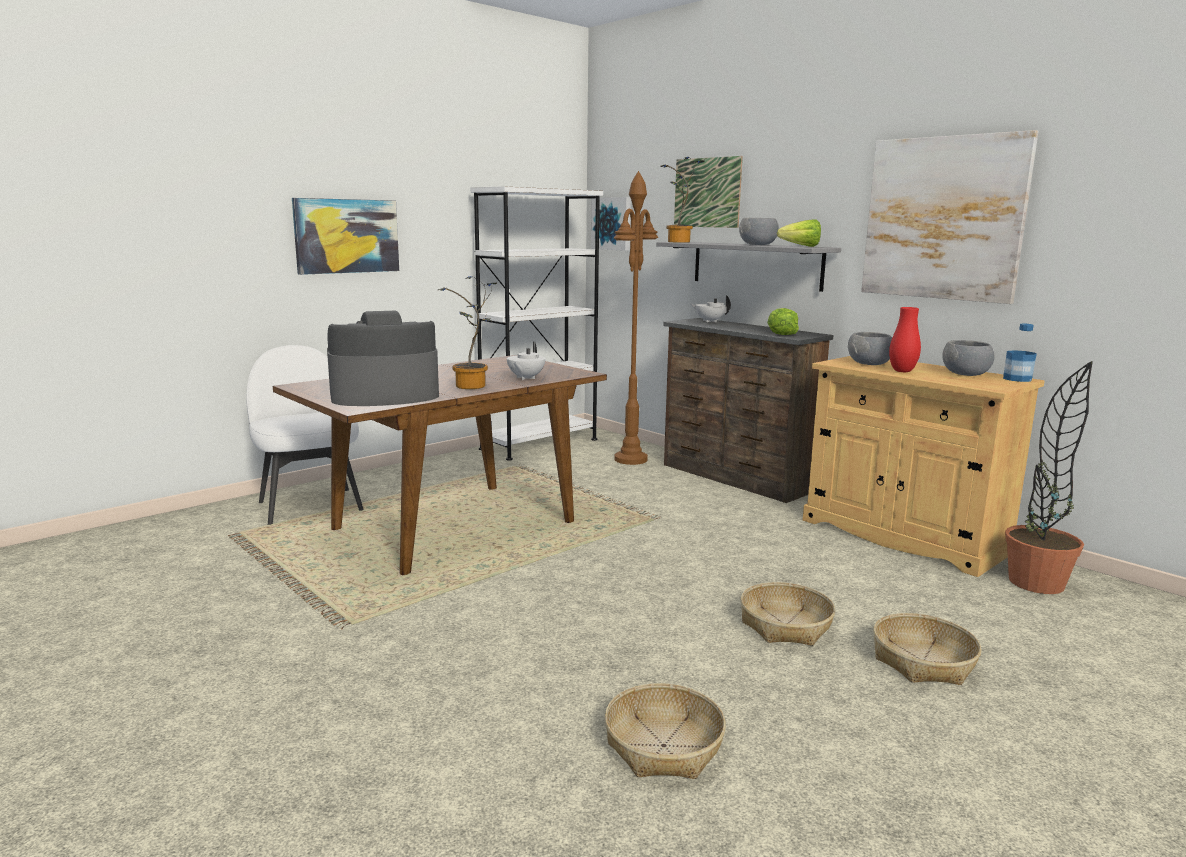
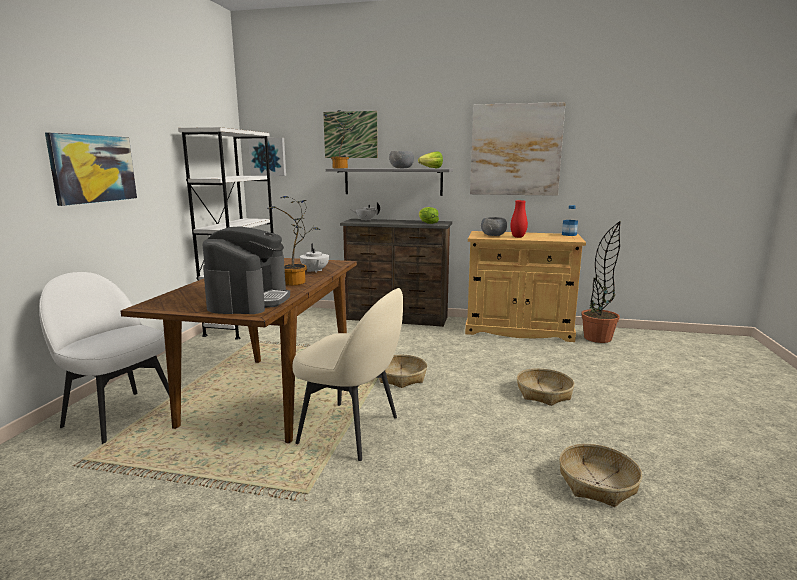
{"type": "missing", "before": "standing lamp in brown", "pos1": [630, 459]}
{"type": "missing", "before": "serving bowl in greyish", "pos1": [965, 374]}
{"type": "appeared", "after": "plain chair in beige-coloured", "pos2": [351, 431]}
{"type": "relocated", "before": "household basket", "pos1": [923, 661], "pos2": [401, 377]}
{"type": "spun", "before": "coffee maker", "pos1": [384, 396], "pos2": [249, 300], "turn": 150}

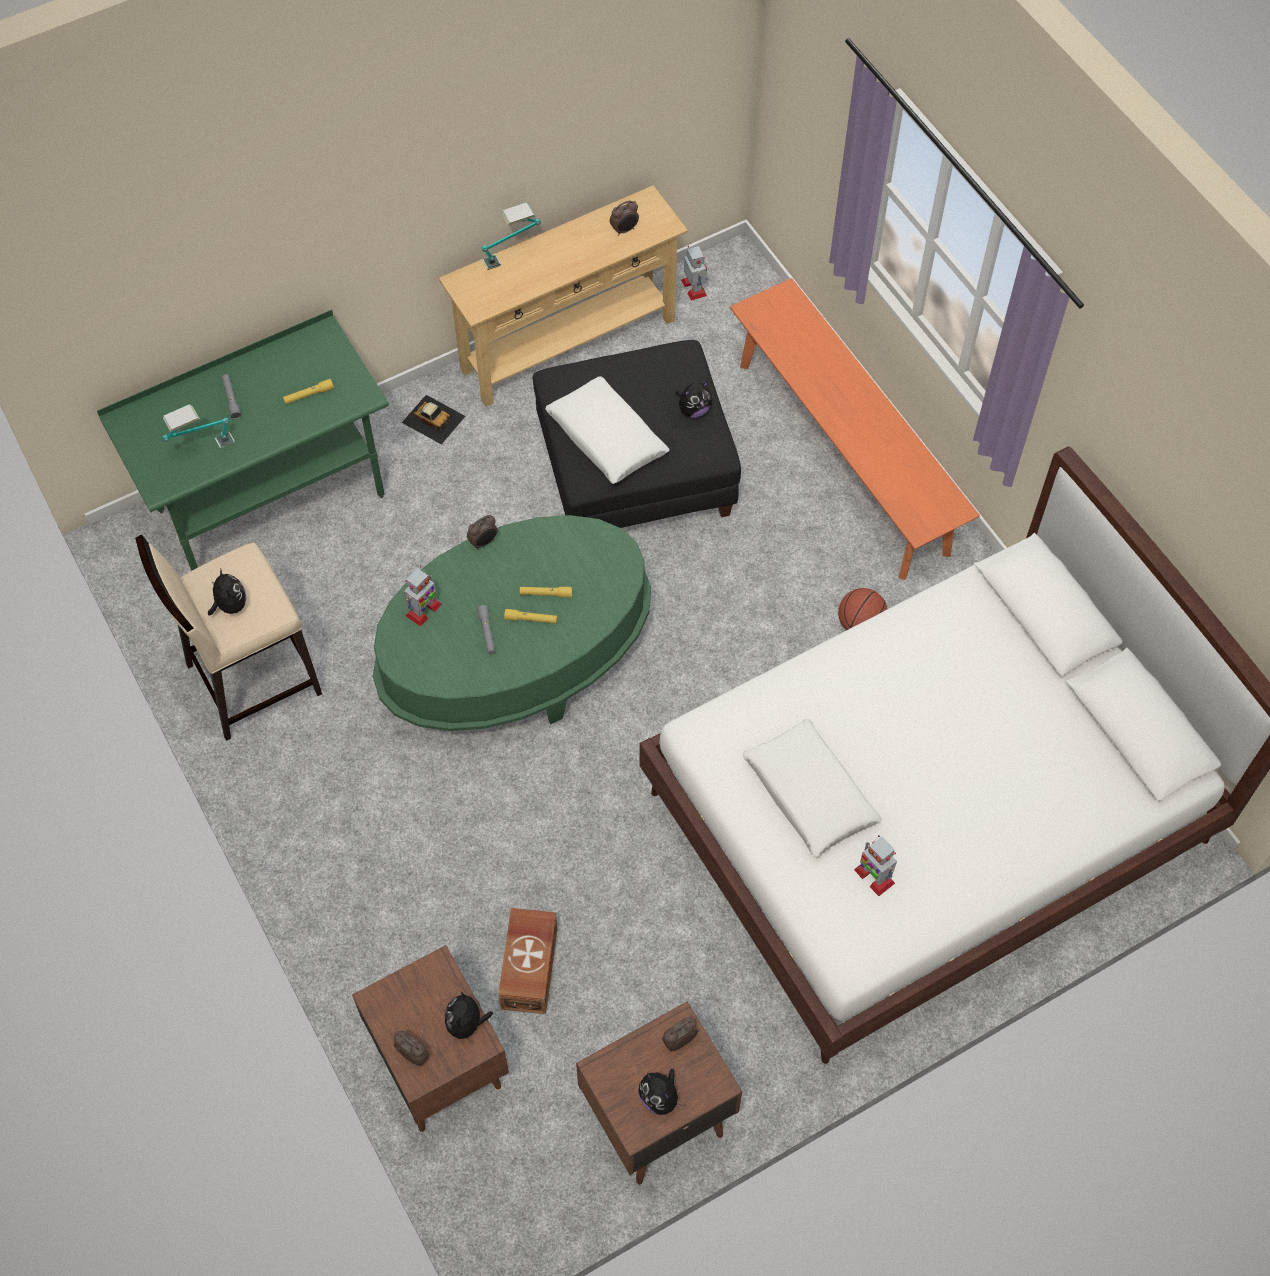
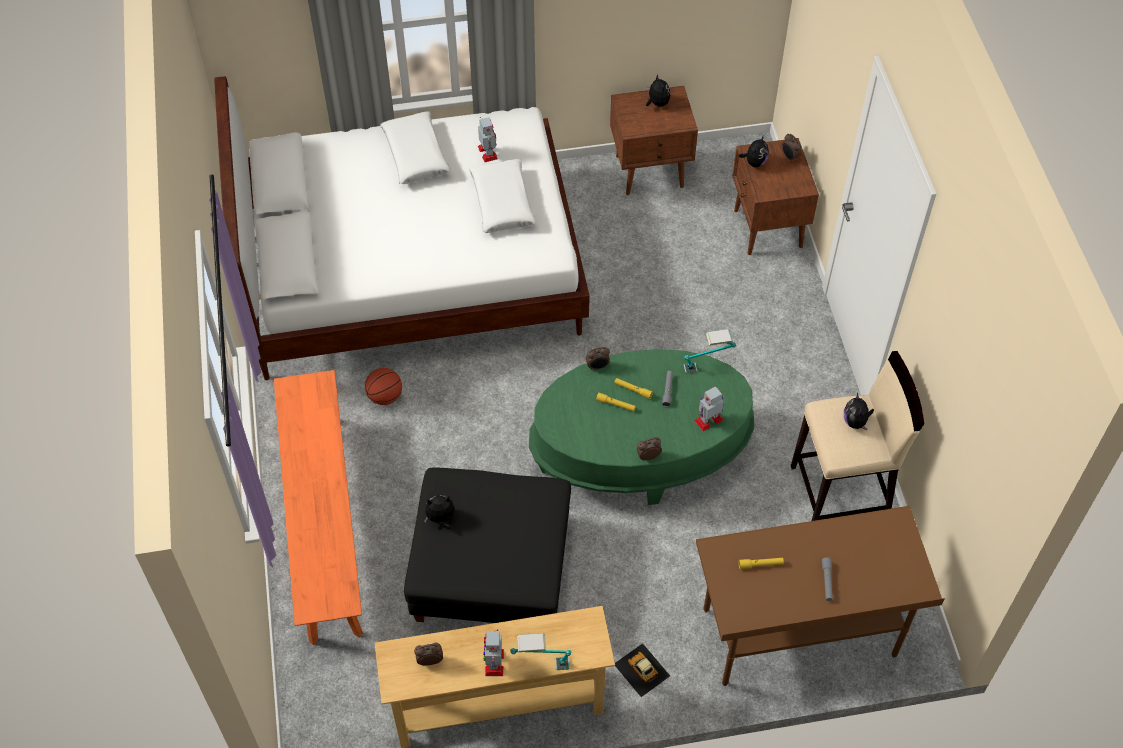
{"type": "missing", "before": "storage container in brown", "pos1": [531, 967]}
{"type": "relocated", "before": "lamp for a table", "pos1": [203, 450], "pos2": [707, 366]}
{"type": "relocated", "before": "pillow in white-coloured", "pos1": [606, 438], "pos2": [416, 154]}
{"type": "relocated", "before": "bedside clock", "pos1": [678, 1040], "pos2": [597, 367]}
{"type": "relocated", "before": "robot figure", "pos1": [694, 288], "pos2": [494, 662]}
{"type": "colour", "before": "desk table in greenish", "after": "desk table in brown", "pos1": [271, 503], "pos2": [799, 634]}

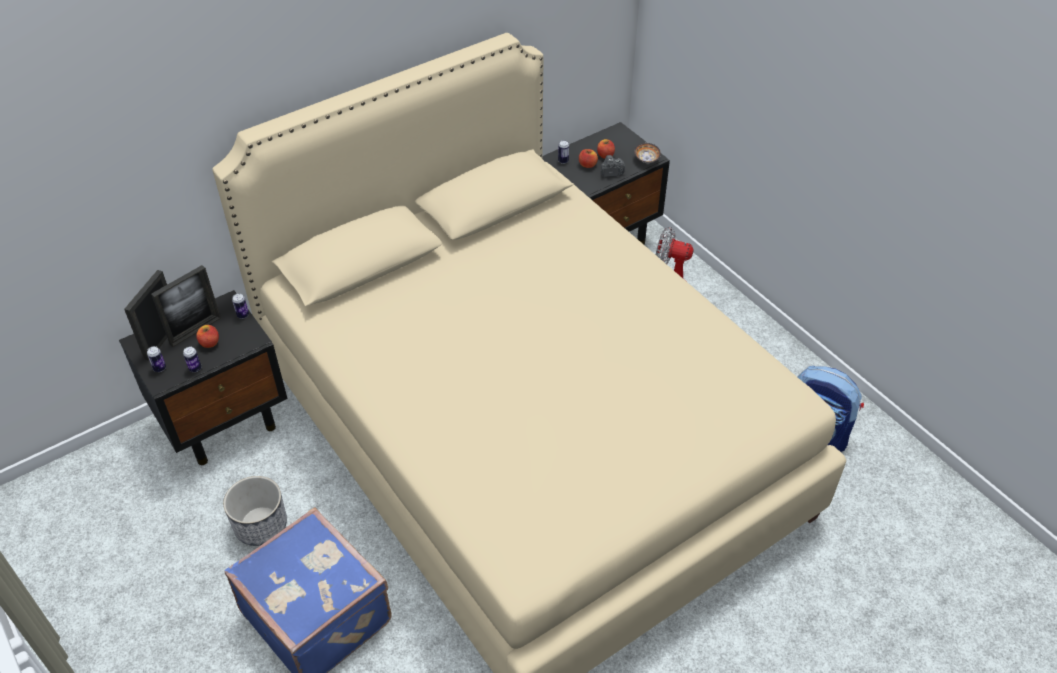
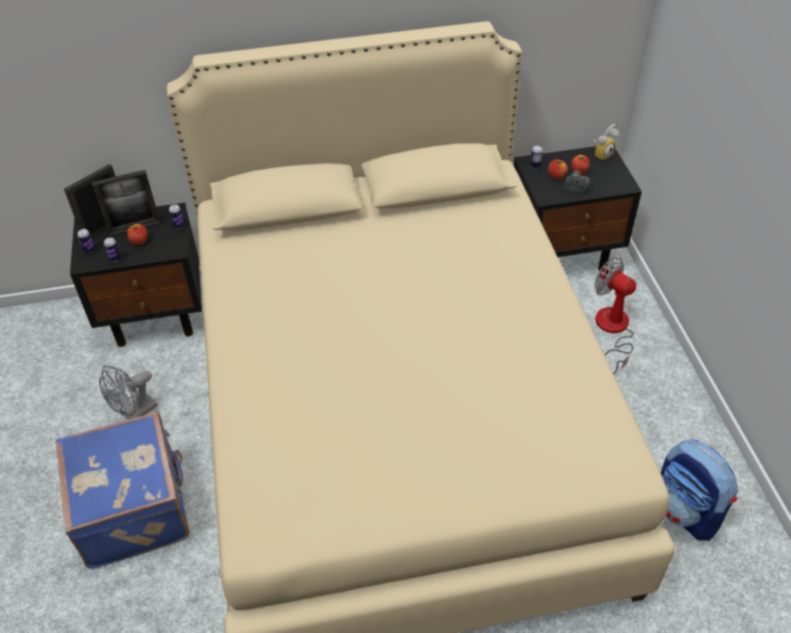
{"type": "missing", "before": "serving bowl", "pos1": [647, 159]}
{"type": "appeared", "after": "bedside clock", "pos2": [601, 154]}
{"type": "exchanged", "before": "flower pot", "after": "cooling fan in greyish", "pos1": [261, 525], "pos2": [135, 413]}

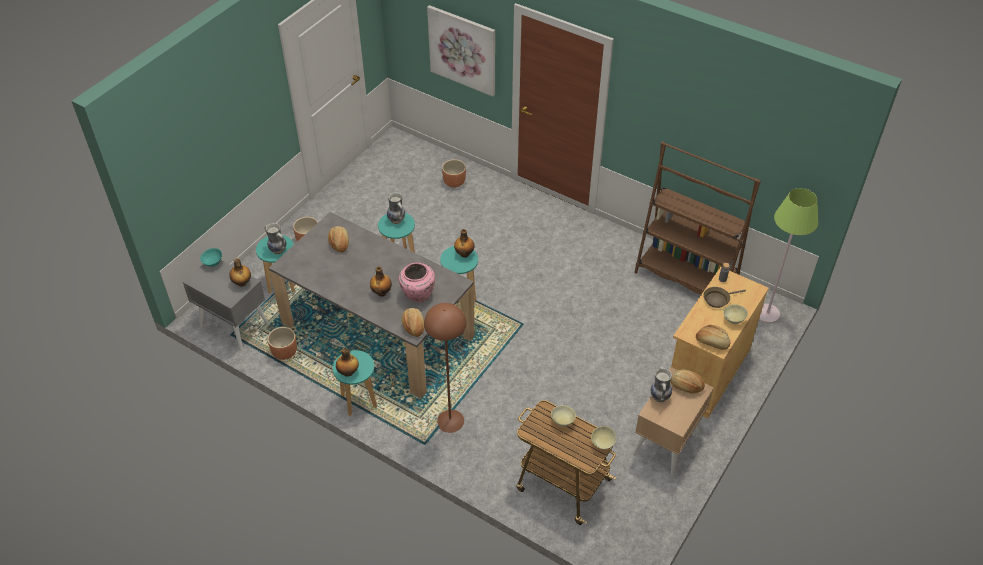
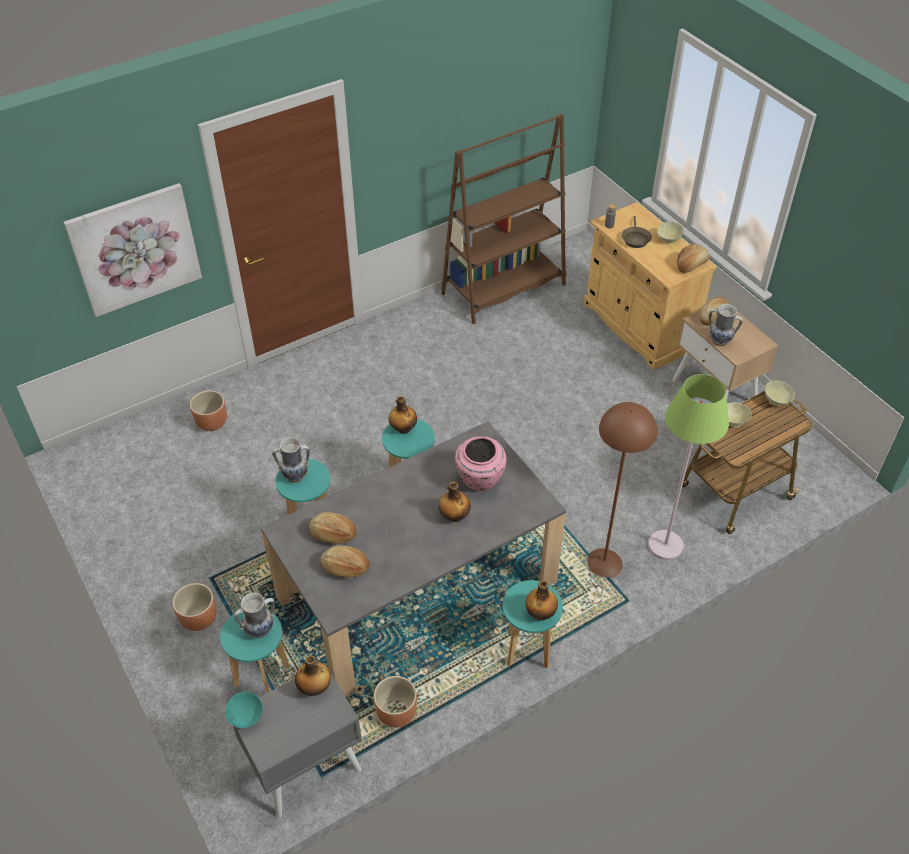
{"type": "relocated", "before": "bread", "pos1": [414, 326], "pos2": [345, 567]}
{"type": "relocated", "before": "standing lamp in greenish", "pos1": [767, 314], "pos2": [665, 545]}

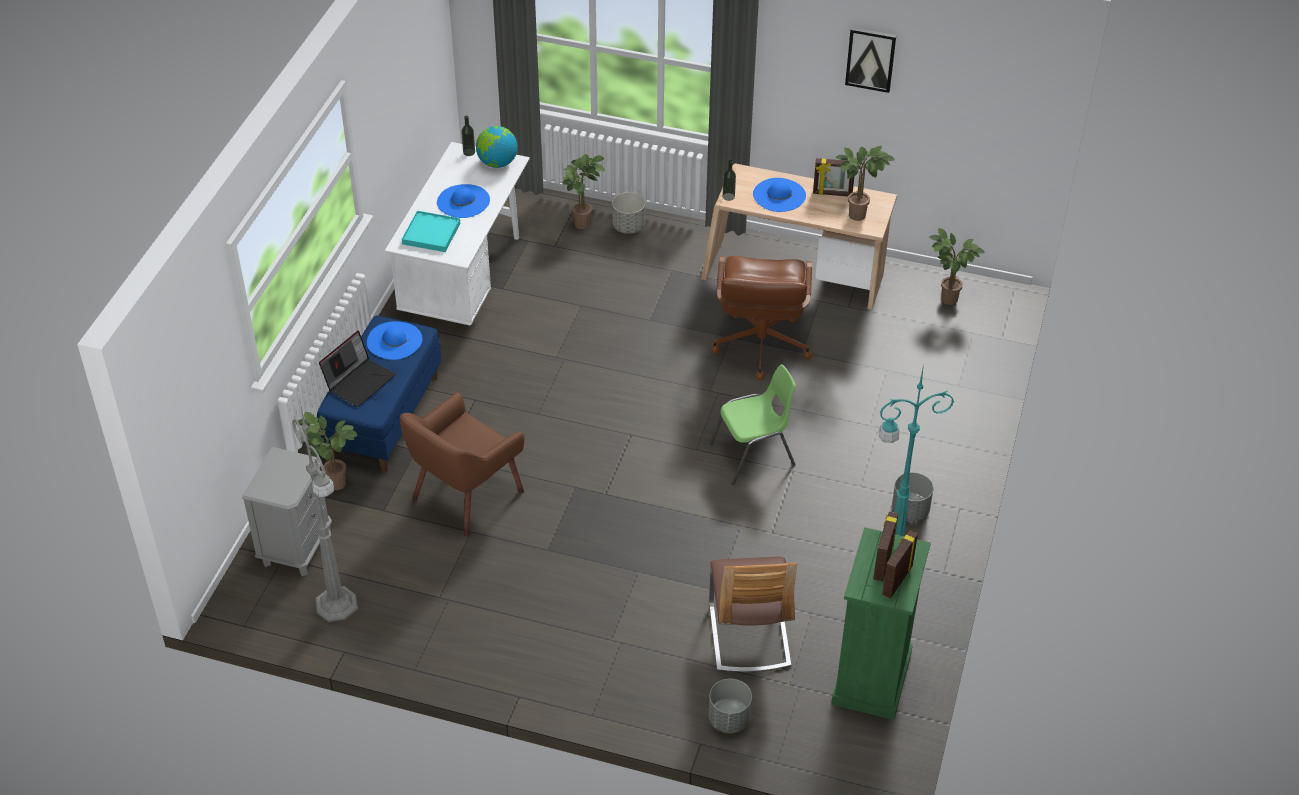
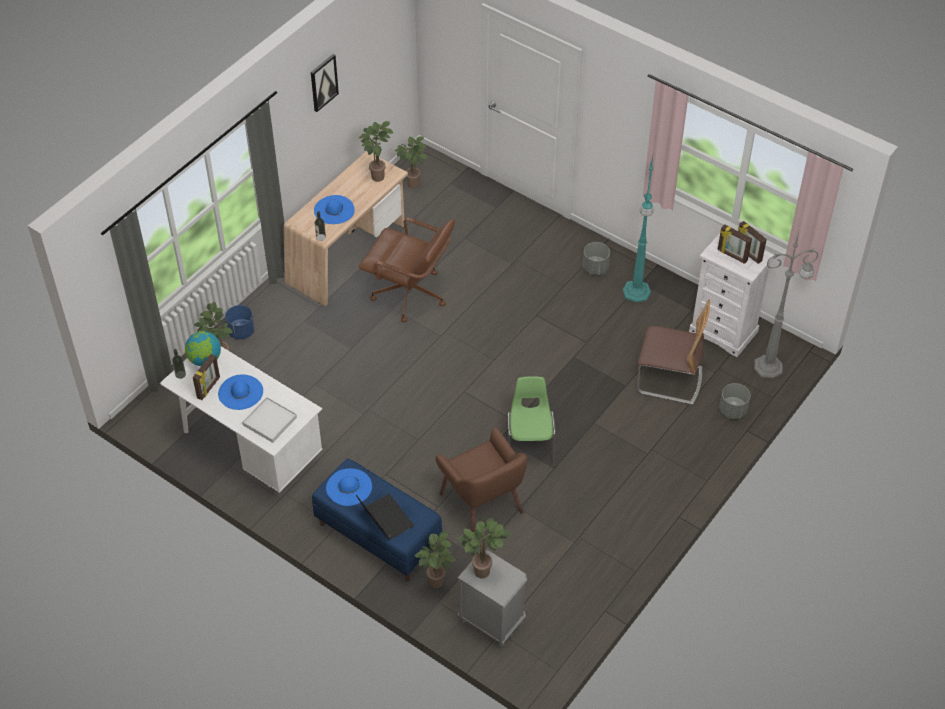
{"type": "appeared", "after": "houseplant", "pos2": [484, 570]}
{"type": "relocated", "before": "standing lamp in greyish", "pos1": [337, 606], "pos2": [770, 367]}
{"type": "relocated", "before": "plain chair in greenish", "pos1": [754, 455], "pos2": [530, 445]}
{"type": "relocated", "before": "photo frame", "pos1": [832, 194], "pos2": [209, 388]}
{"type": "colour", "before": "serving tray in turquoise-coloured", "after": "serving tray in white-coloured", "pos1": [431, 234], "pos2": [270, 421]}
{"type": "colour", "before": "flower pot in greyish", "after": "flower pot in blue-coloured", "pos1": [628, 226], "pos2": [241, 332]}
{"type": "colour", "before": "drawer chest in greenish", "after": "drawer chest in white-coloured", "pos1": [872, 679], "pos2": [723, 331]}

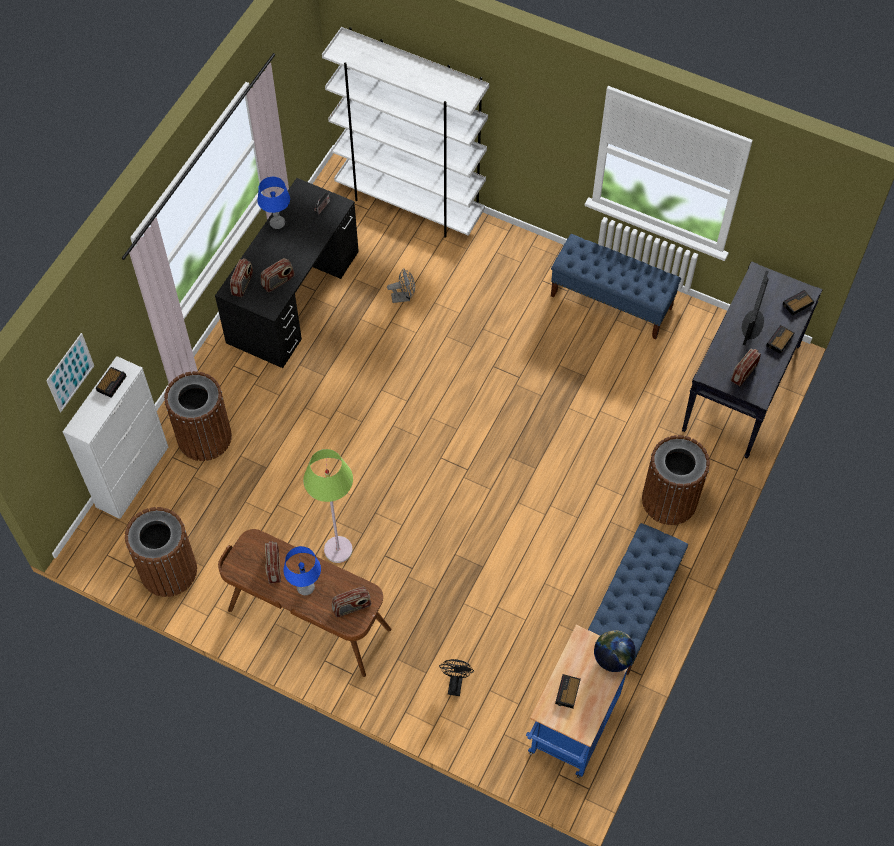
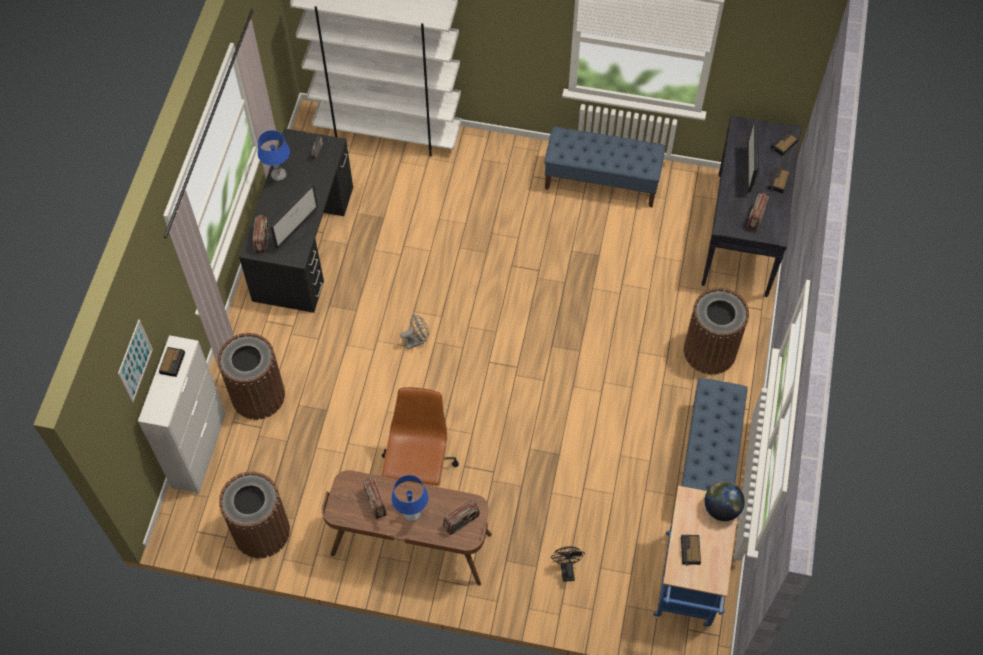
{"type": "relocated", "before": "cooling fan in greyish", "pos1": [403, 297], "pos2": [417, 341]}
{"type": "exchanged", "before": "radio", "after": "monitor", "pos1": [278, 282], "pos2": [296, 230]}
{"type": "exchanged", "before": "standing lamp in greenish", "after": "desk chair in brown", "pos1": [338, 549], "pos2": [419, 471]}

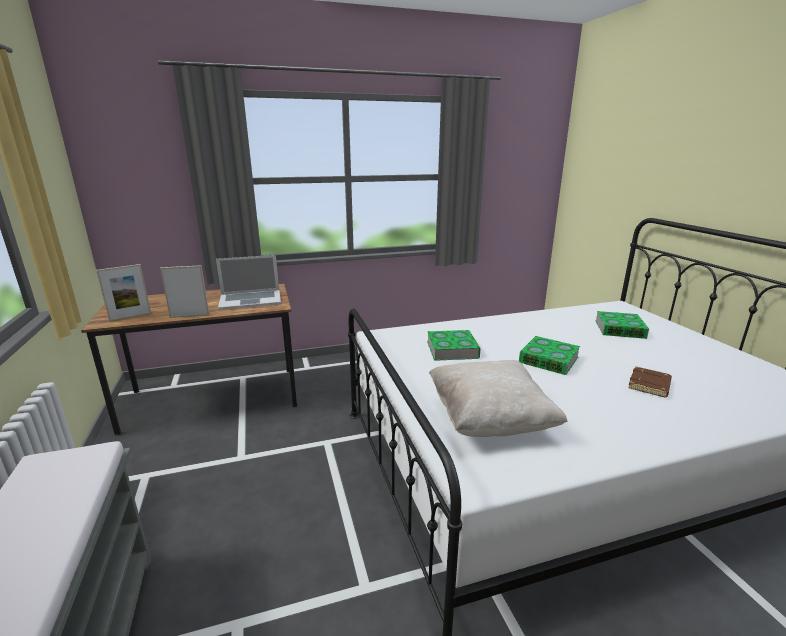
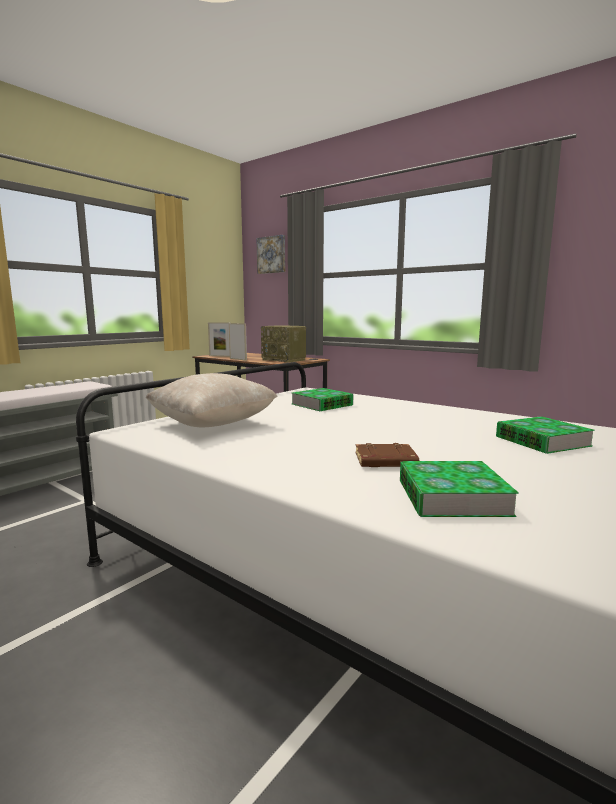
{"type": "appeared", "after": "picture", "pos2": [272, 255]}
{"type": "relocated", "before": "bound book", "pos1": [548, 360], "pos2": [452, 497]}
{"type": "exchanged", "before": "portable computer", "after": "radio", "pos1": [250, 300], "pos2": [284, 360]}

